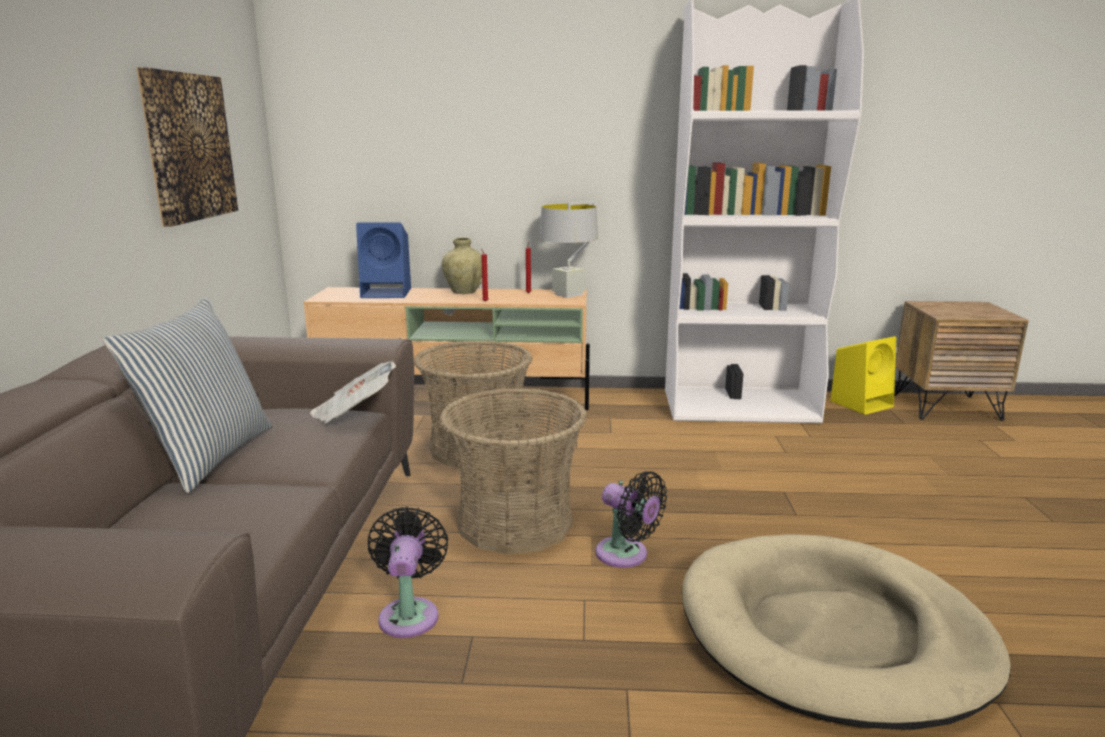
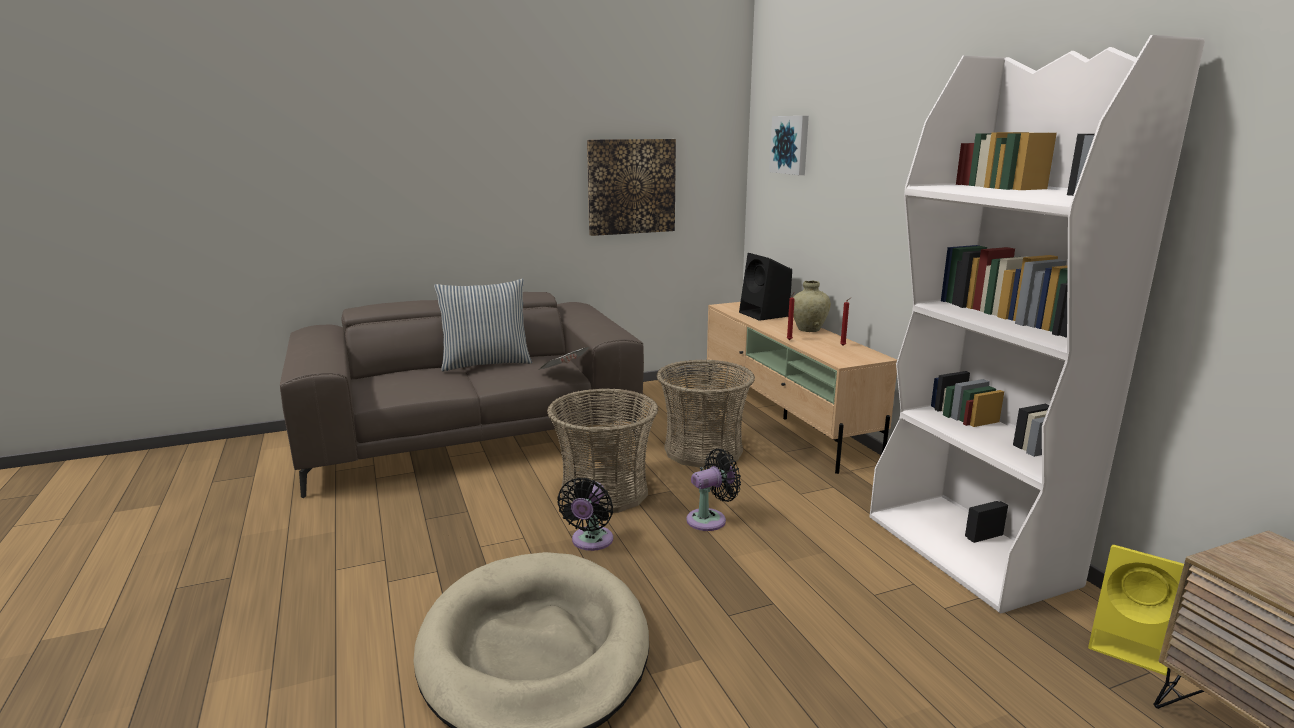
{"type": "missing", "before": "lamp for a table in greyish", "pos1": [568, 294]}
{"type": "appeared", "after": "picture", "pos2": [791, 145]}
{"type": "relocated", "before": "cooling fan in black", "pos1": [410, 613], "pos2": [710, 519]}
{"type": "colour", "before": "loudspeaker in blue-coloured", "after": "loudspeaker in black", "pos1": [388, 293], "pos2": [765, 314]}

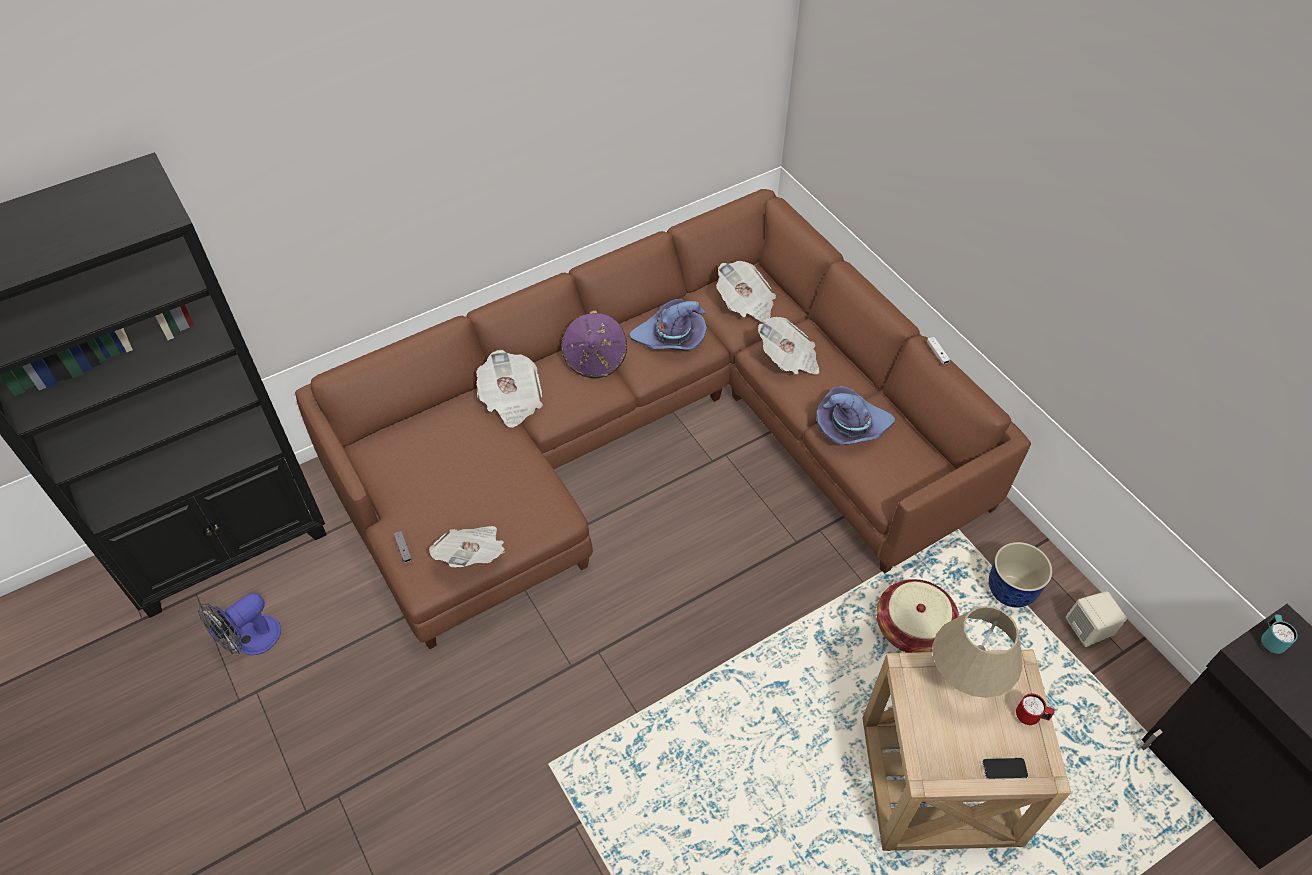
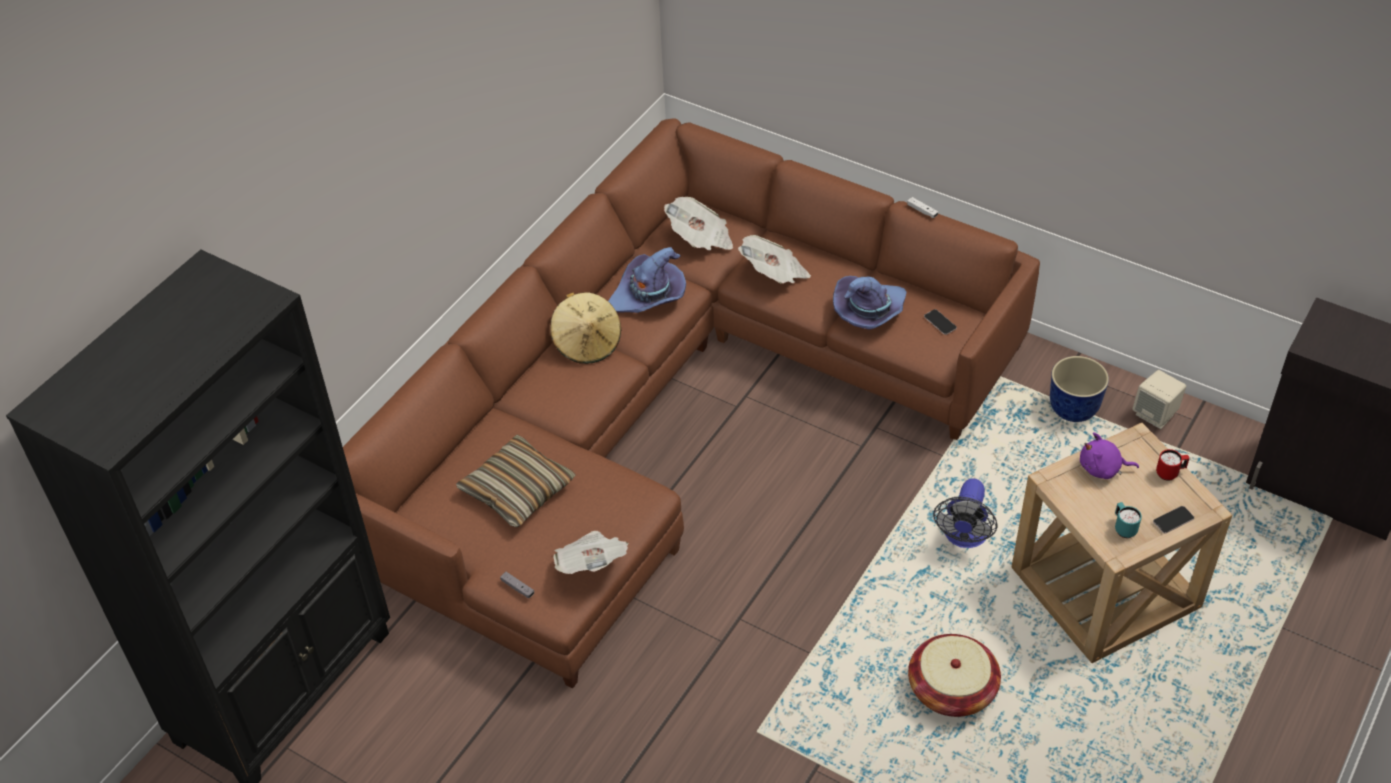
{"type": "missing", "before": "printed paper", "pos1": [511, 400]}
{"type": "appeared", "after": "pillow", "pos2": [518, 490]}
{"type": "appeared", "after": "telephone", "pos2": [940, 322]}
{"type": "relocated", "before": "cooling fan", "pos1": [250, 641], "pos2": [964, 538]}
{"type": "relocated", "before": "household basket", "pos1": [912, 628], "pos2": [951, 690]}
{"type": "relocated", "before": "tea mug in turquoise-coloured", "pos1": [1270, 641], "pos2": [1123, 528]}
{"type": "exchanged", "before": "lamp for a table in beige-coloured", "after": "soft toy in purplish", "pos1": [964, 680], "pos2": [1102, 468]}
{"type": "colour", "before": "wearable hat in purplish", "after": "wearable hat in beige-coloured", "pos1": [595, 359], "pos2": [587, 343]}

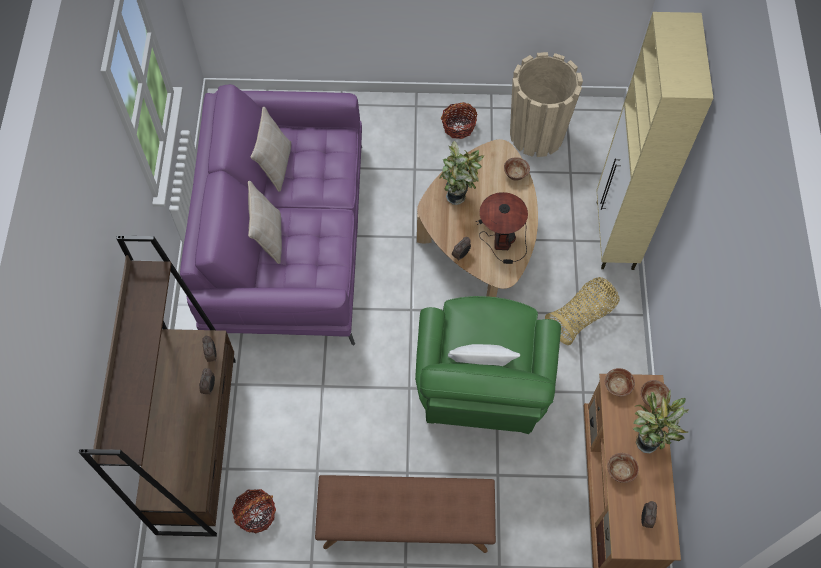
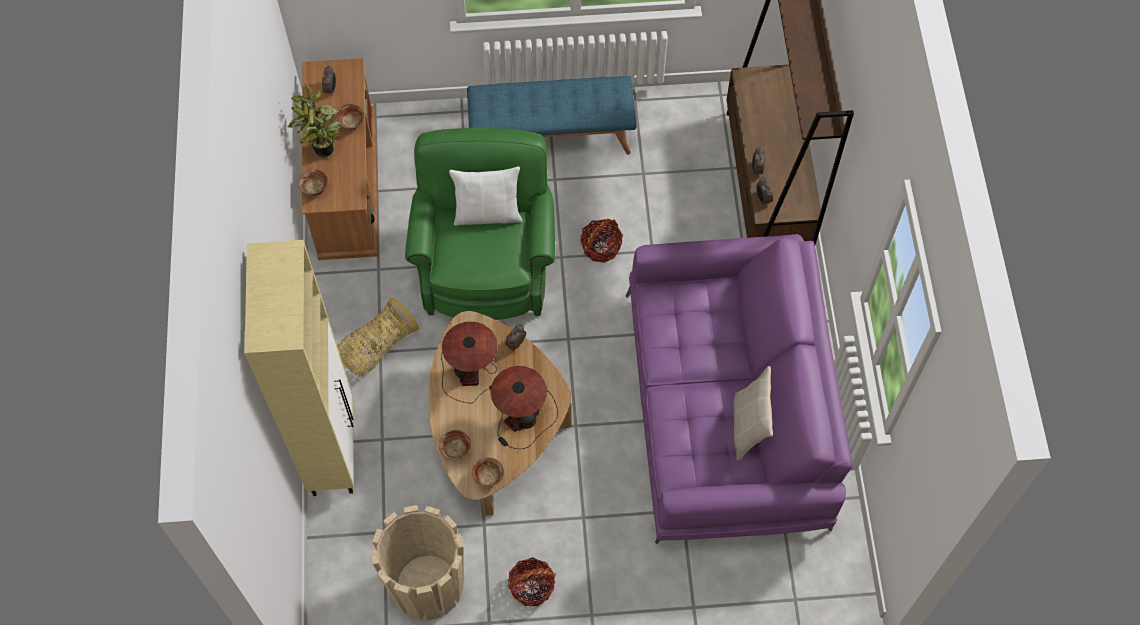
{"type": "missing", "before": "pillow in beige-coloured", "pos1": [268, 237]}
{"type": "relocated", "before": "household basket", "pos1": [256, 515], "pos2": [601, 247]}
{"type": "relocated", "before": "serving bowl", "pos1": [617, 387], "pos2": [488, 477]}
{"type": "exchanged", "before": "houseplant", "after": "lamp for a table", "pos1": [458, 196], "pos2": [523, 415]}
{"type": "colour", "before": "bench in brown", "after": "bench in blue-coloured", "pos1": [405, 524], "pos2": [551, 136]}

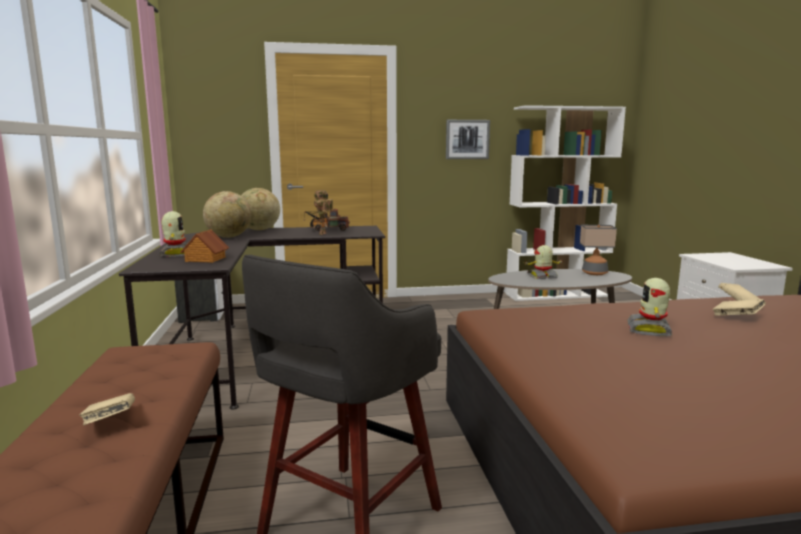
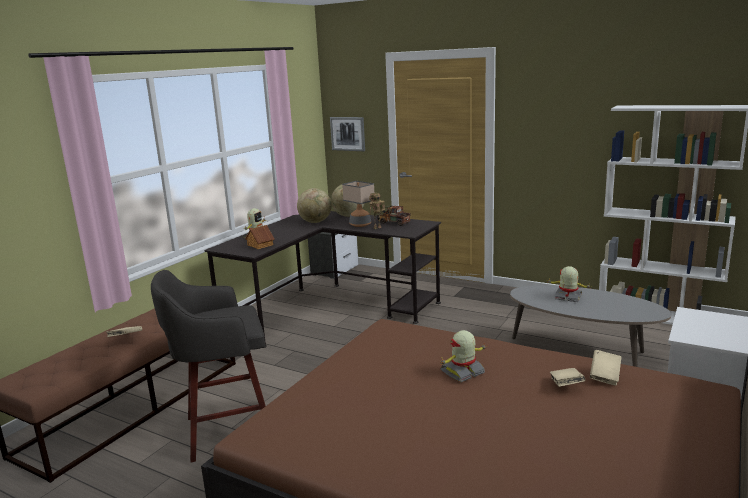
{"type": "relocated", "before": "picture", "pos1": [467, 139], "pos2": [348, 133]}
{"type": "relocated", "before": "lamp for a table", "pos1": [595, 273], "pos2": [360, 225]}

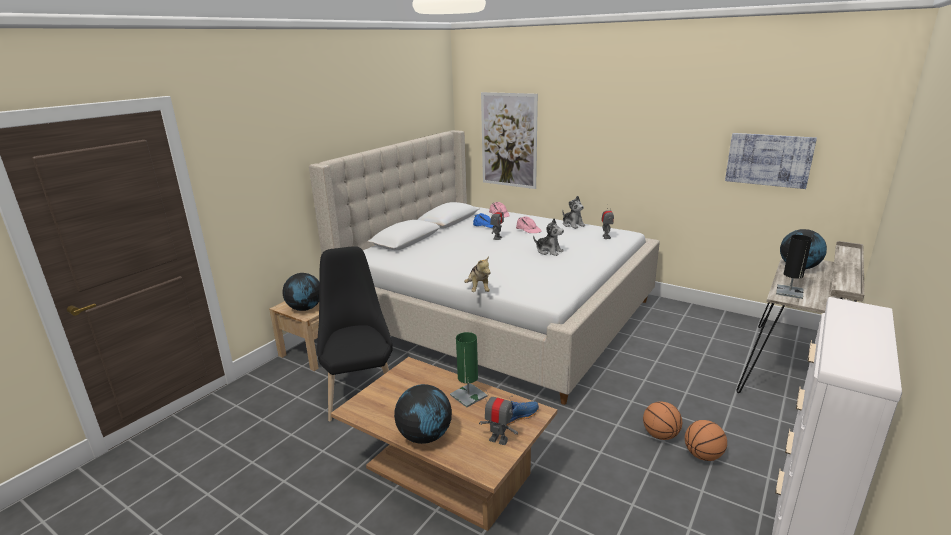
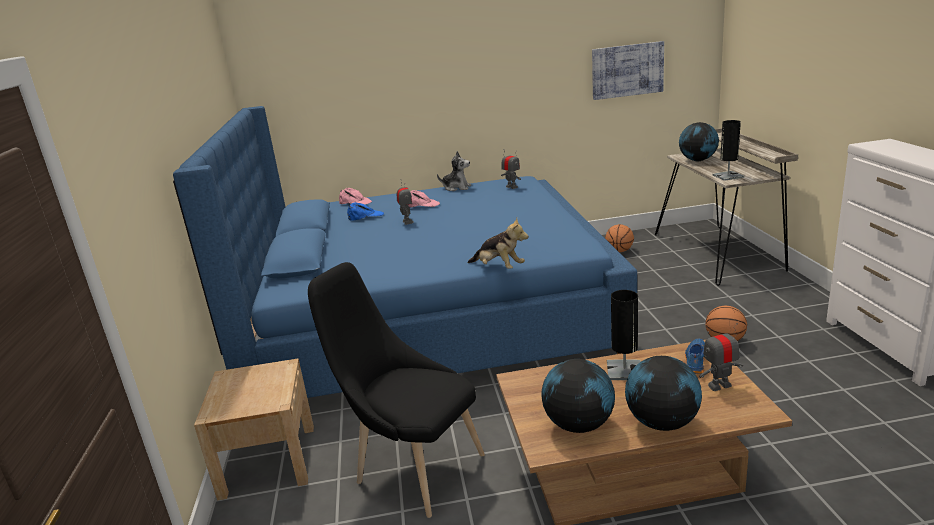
{"type": "missing", "before": "picture", "pos1": [509, 140]}
{"type": "missing", "before": "soft toy", "pos1": [549, 251]}
{"type": "relocated", "before": "globe", "pos1": [305, 308], "pos2": [578, 425]}
{"type": "relocated", "before": "basketball", "pos1": [703, 455], "pos2": [619, 251]}
{"type": "colour", "before": "sleeping bed in beige-coloured", "after": "sleeping bed in blue-coloured", "pos1": [497, 313], "pos2": [427, 318]}
{"type": "colour", "before": "lamp for a table in greenish", "after": "lamp for a table in black", "pos1": [468, 395], "pos2": [624, 370]}

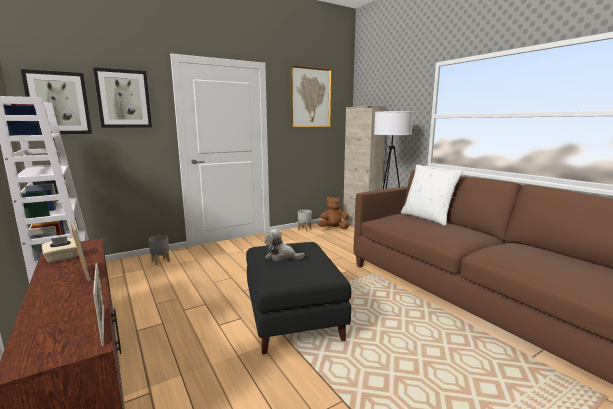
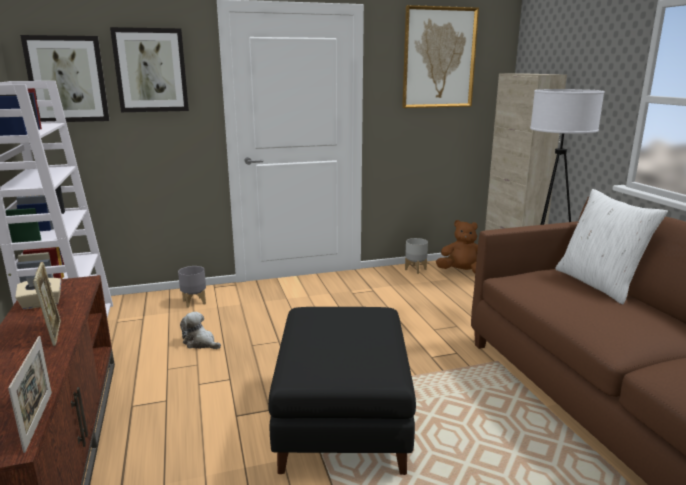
{"type": "relocated", "before": "soft toy", "pos1": [281, 256], "pos2": [200, 343]}

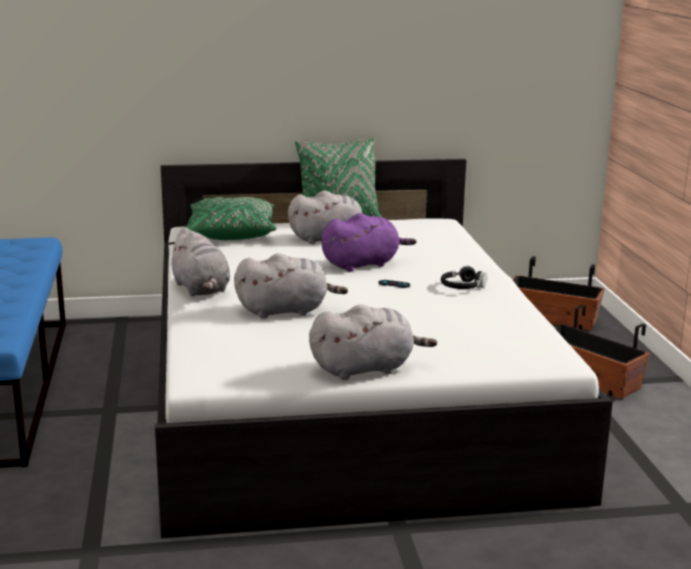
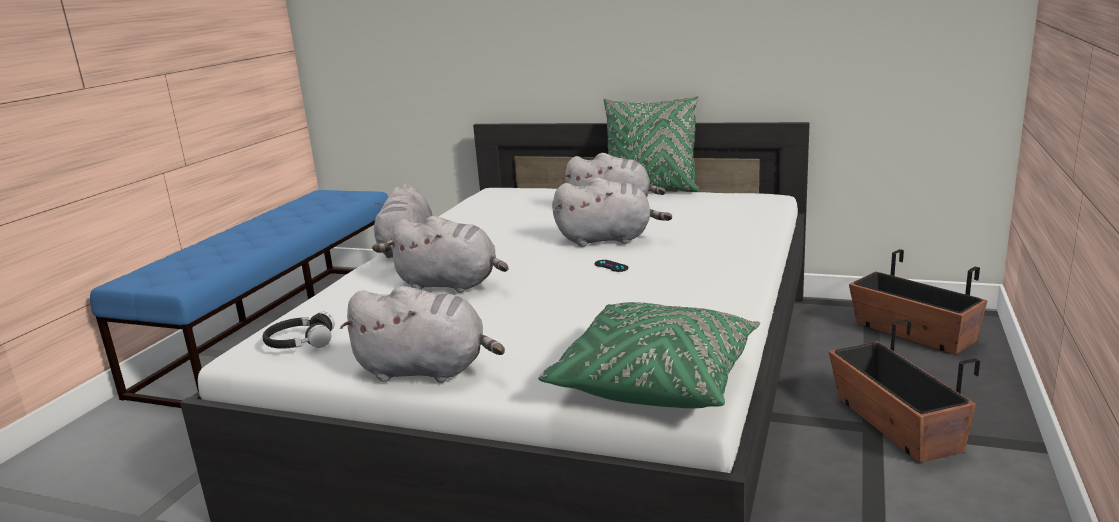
{"type": "relocated", "before": "pillow in greenish", "pos1": [231, 233], "pos2": [656, 379]}
{"type": "relocated", "before": "headphones in black", "pos1": [462, 286], "pos2": [300, 342]}
{"type": "colour", "before": "soft toy in purplish", "after": "soft toy in greyish", "pos1": [363, 264], "pos2": [608, 239]}

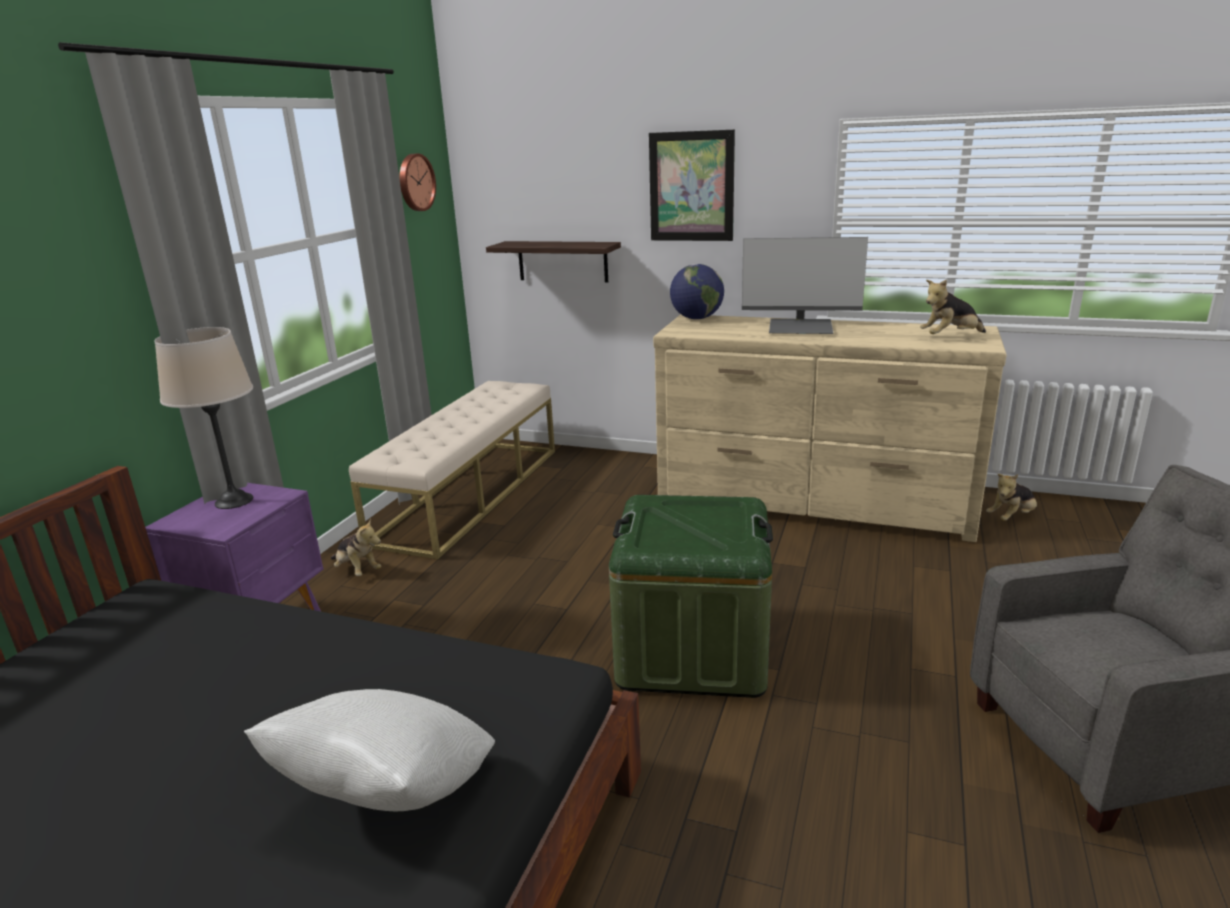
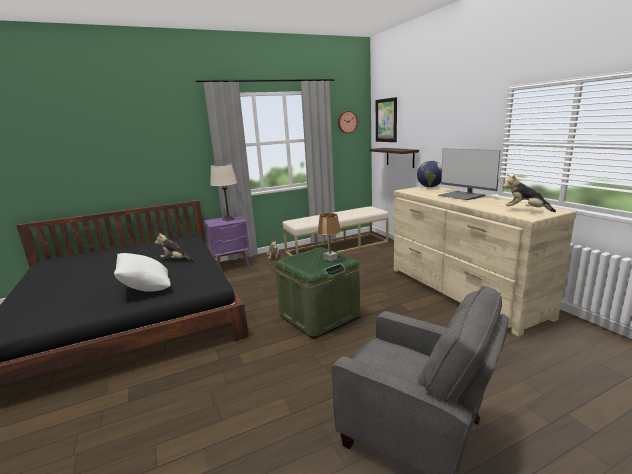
{"type": "appeared", "after": "lamp for a table in brown", "pos2": [330, 259]}
{"type": "relocated", "before": "picture", "pos1": [691, 187], "pos2": [386, 120]}
{"type": "relocated", "before": "soft toy", "pos1": [1012, 517], "pos2": [176, 260]}

